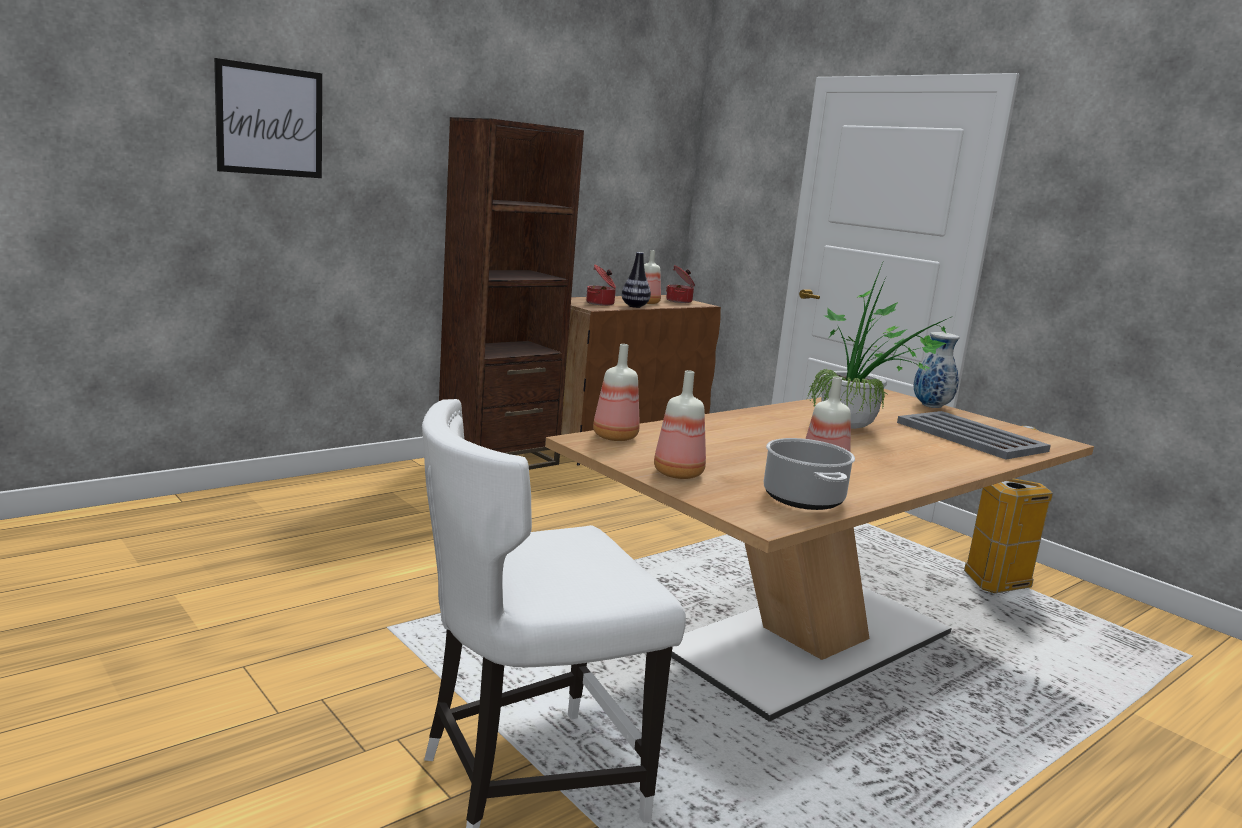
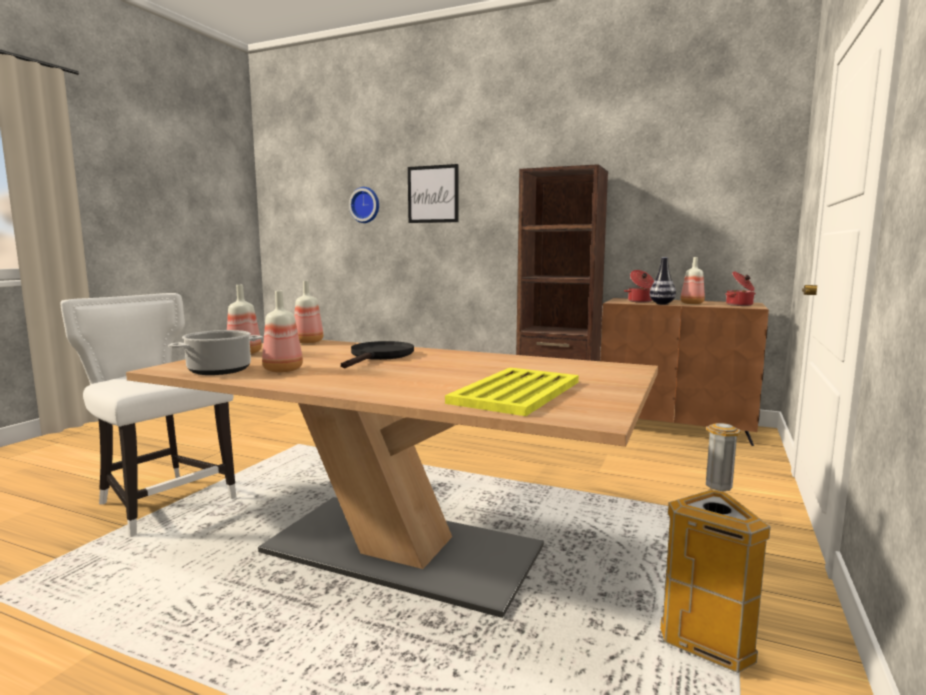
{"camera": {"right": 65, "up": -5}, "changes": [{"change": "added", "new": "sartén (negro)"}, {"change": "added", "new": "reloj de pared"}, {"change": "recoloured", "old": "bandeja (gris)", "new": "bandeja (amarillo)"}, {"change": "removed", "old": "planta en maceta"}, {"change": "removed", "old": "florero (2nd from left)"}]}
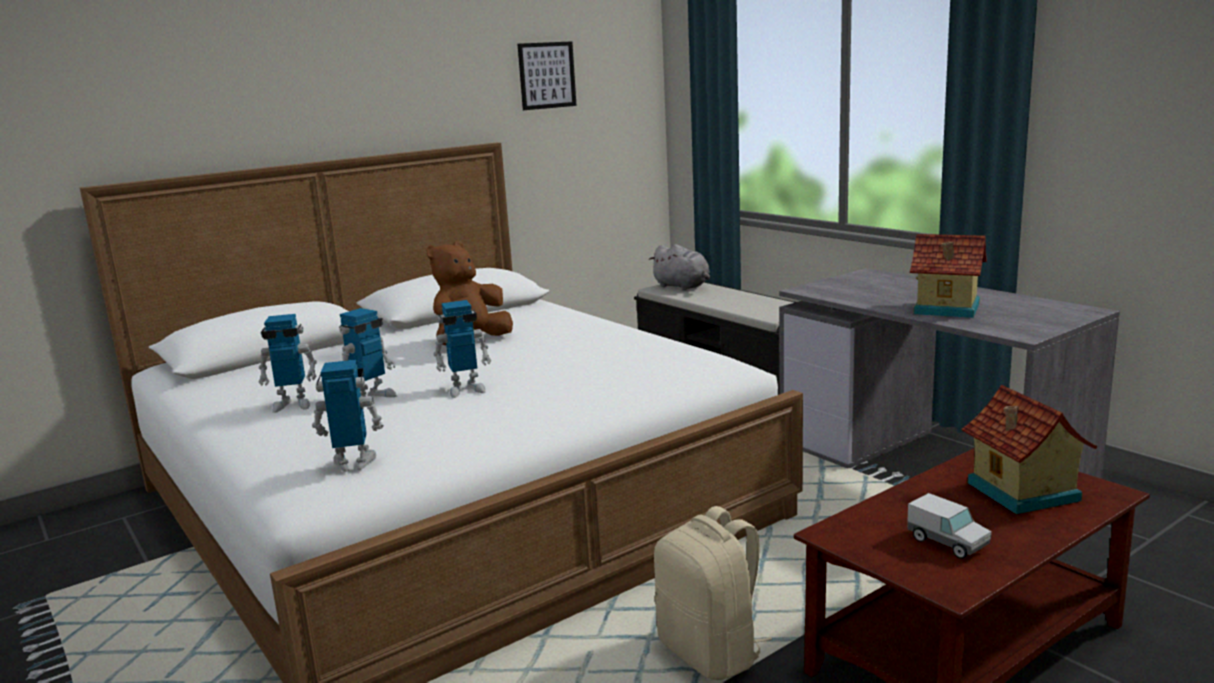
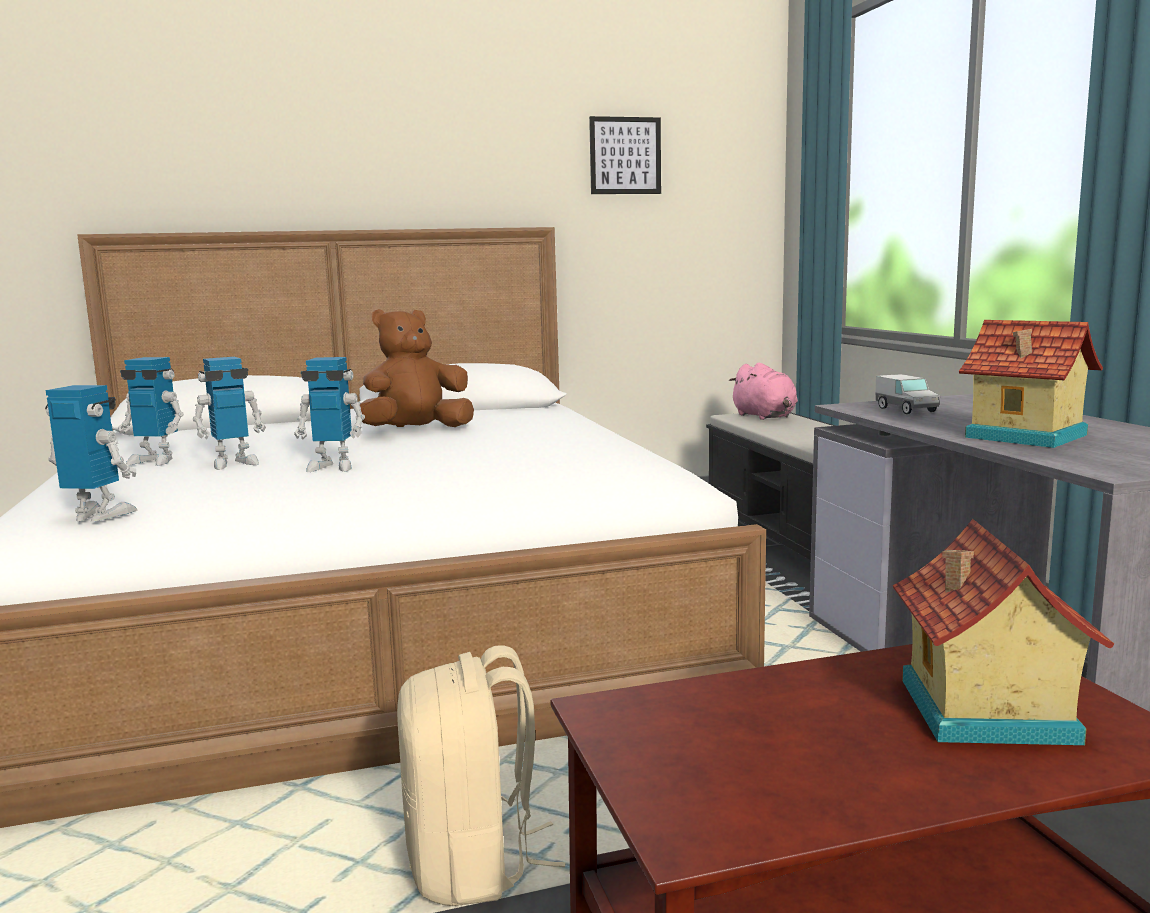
{"camera": {"right": 20, "up": -5}, "changes": [{"change": "recoloured", "old": "peluche (gris)", "new": "peluche (rosa)"}, {"change": "moved", "old": "camión de juguete"}]}
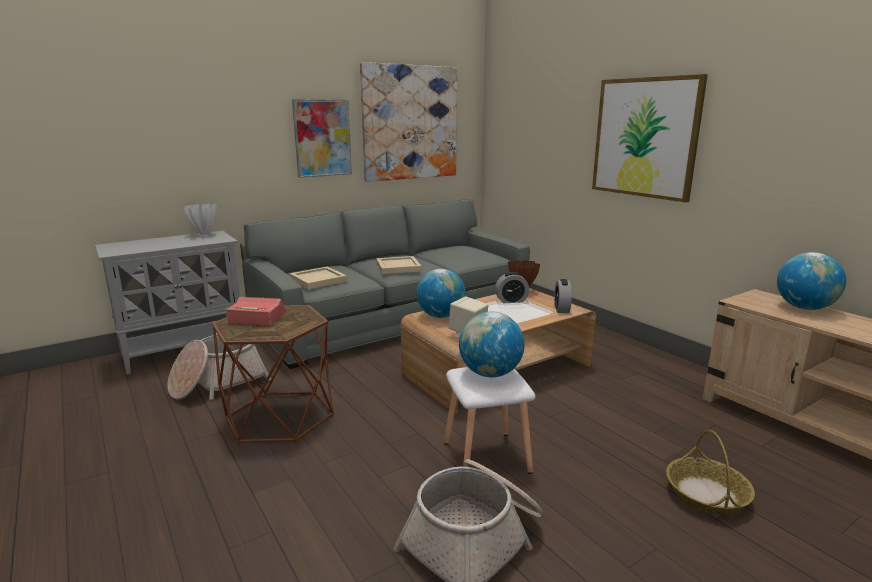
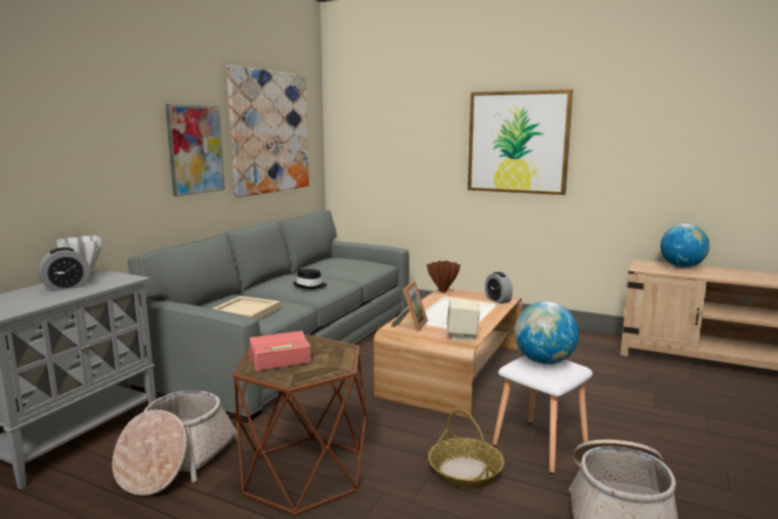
{"camera": {"right": -30, "up": -5}, "changes": [{"change": "moved", "old": "despertador (2nd from left in the first image)", "new": "despertador (1st from left)"}, {"change": "replaced", "old": "bandeja (beis) (2nd from left)", "new": "sombrero (negro)"}, {"change": "replaced", "old": "globo terráqueo (1st from left)", "new": "portarretratos"}, {"change": "moved", "old": "cesta (3rd from left in the first image)", "new": "cesta (2nd from left)"}]}
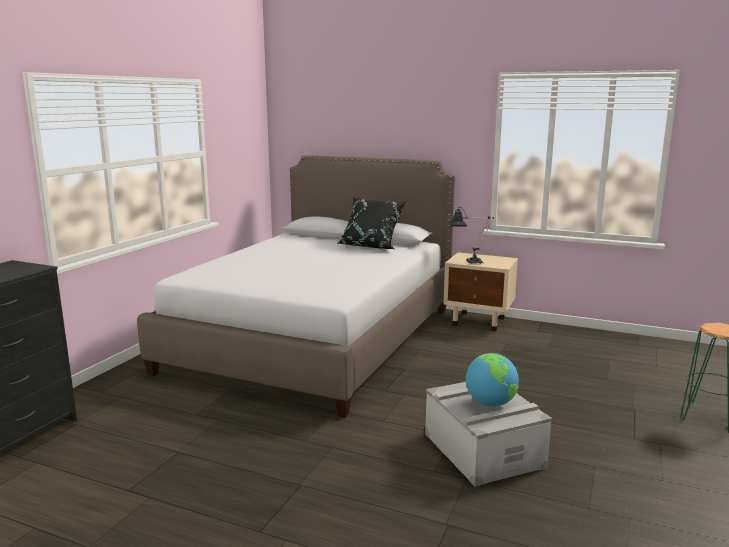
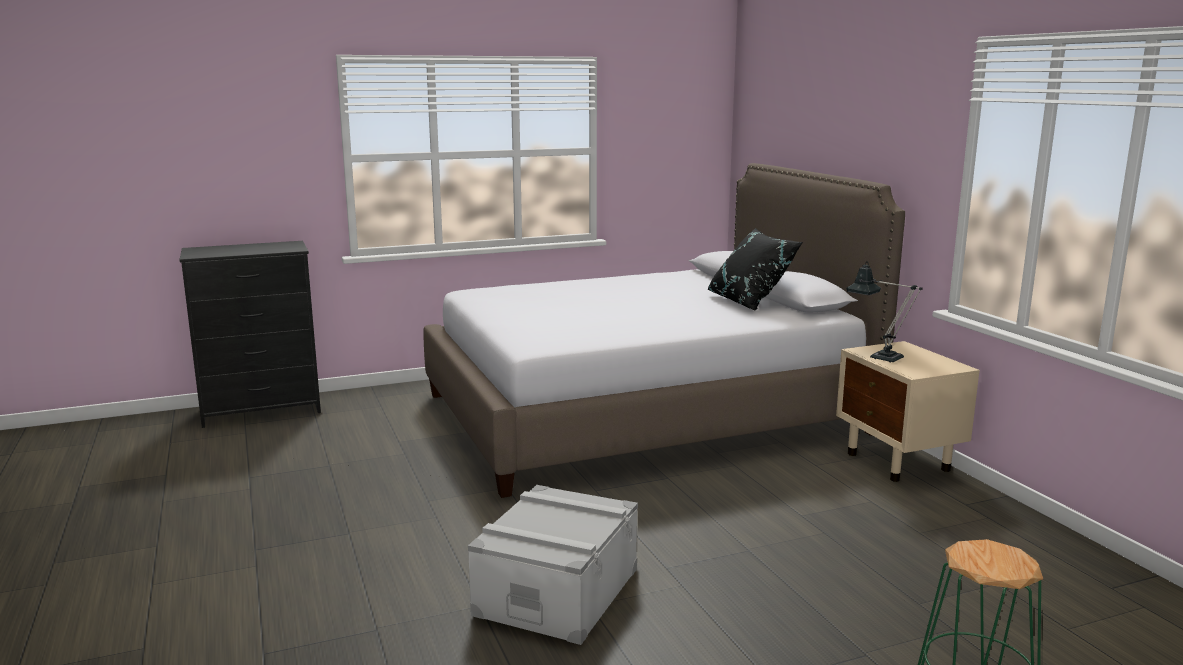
{"camera": {"right": 45, "up": 0}, "changes": [{"change": "removed", "old": "globo terráqueo"}]}
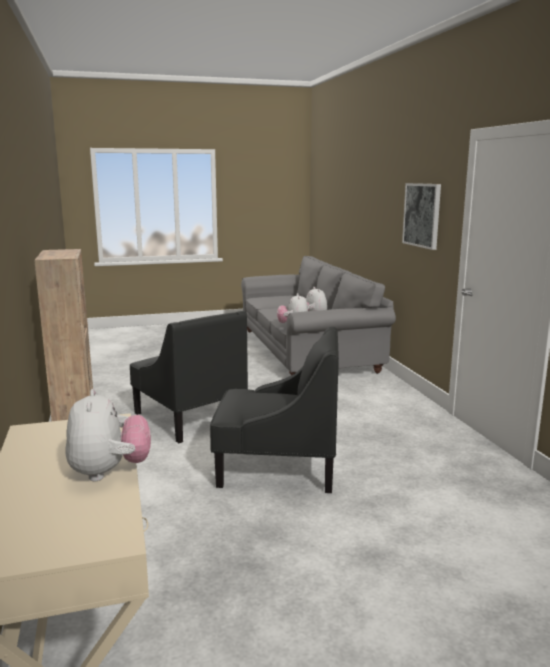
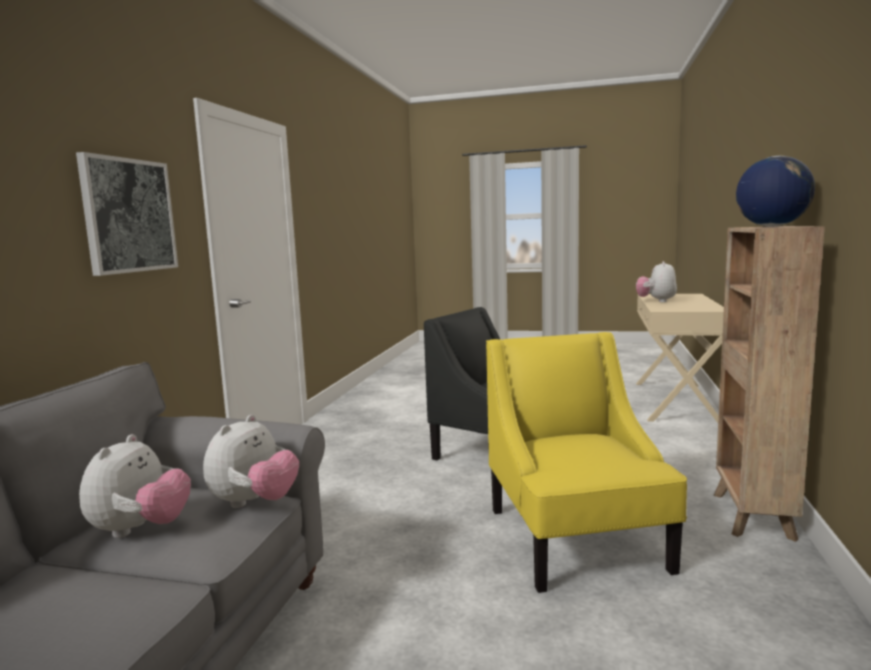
{"camera": {"right": -150, "up": -5}, "changes": [{"change": "recoloured", "old": "sillón (negro) (1st from left)", "new": "sillón (amarillo)"}, {"change": "added", "new": "globo terráqueo"}]}
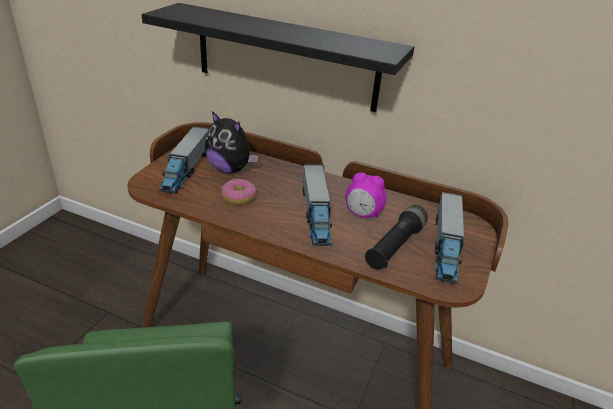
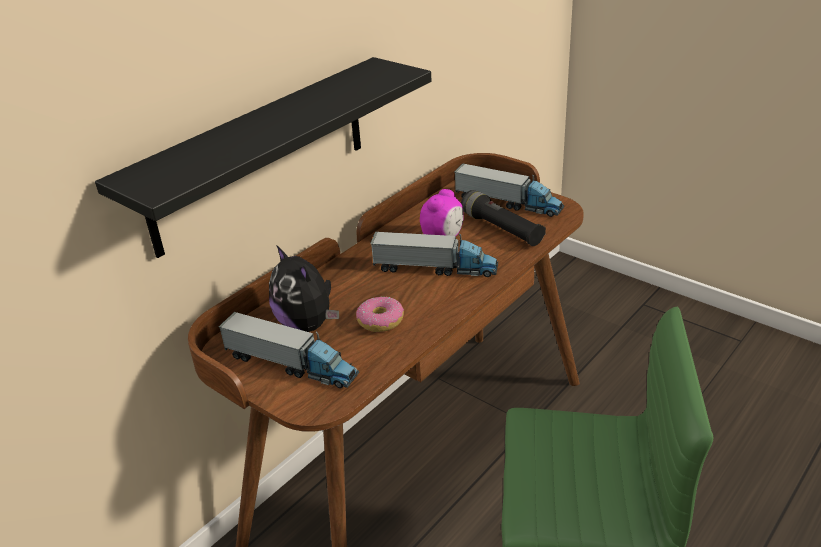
{"camera": {"right": -70, "up": 0}, "changes": [{"change": "turned", "old": "peluche", "degrees": 90}]}
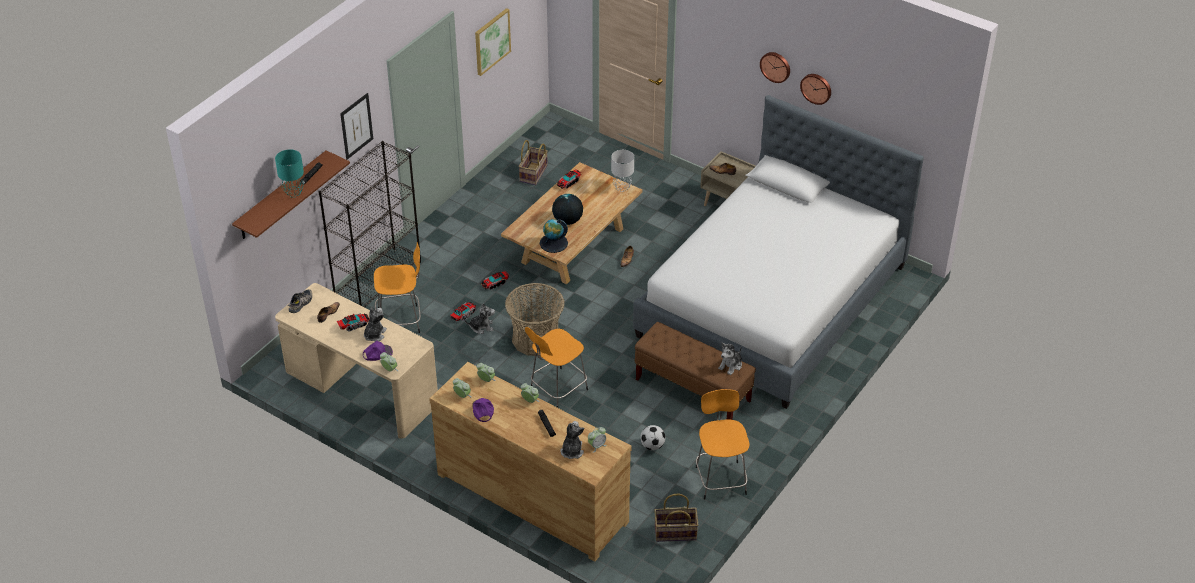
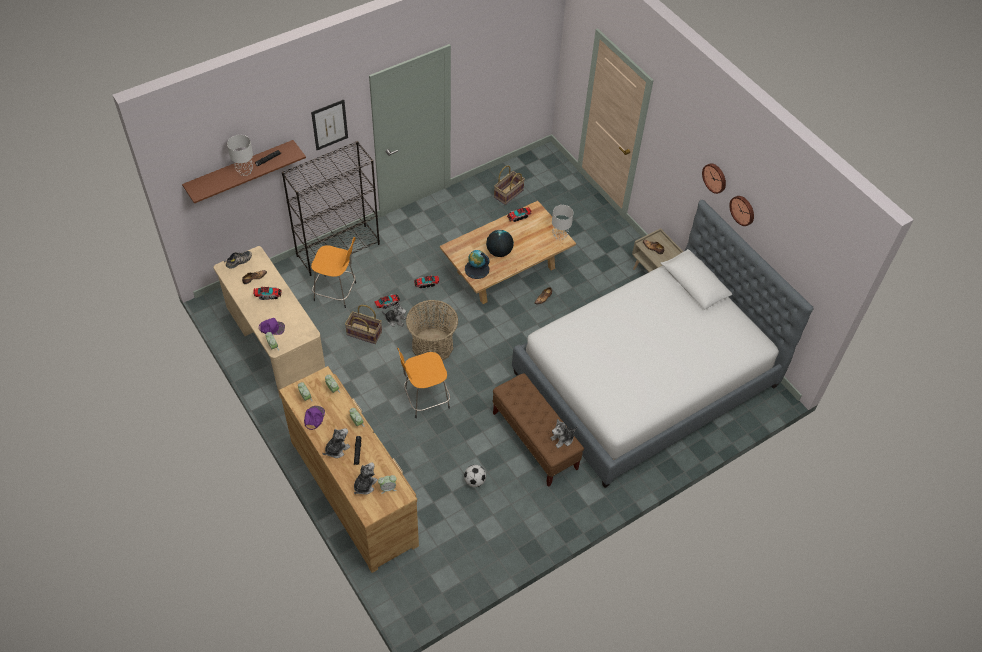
{"camera": {"right": 20, "up": 10}, "changes": [{"change": "recoloured", "old": "lámpara de mesa (turquesa)", "new": "lámpara de mesa (gris) (1st from left)"}, {"change": "moved", "old": "peluche (1st from left)"}, {"change": "moved", "old": "cesta (3rd from left in the first image)", "new": "cesta (1st from left)"}, {"change": "removed", "old": "cuadro (2nd from left)"}, {"change": "removed", "old": "taburete (naranja) (3rd from left)"}]}
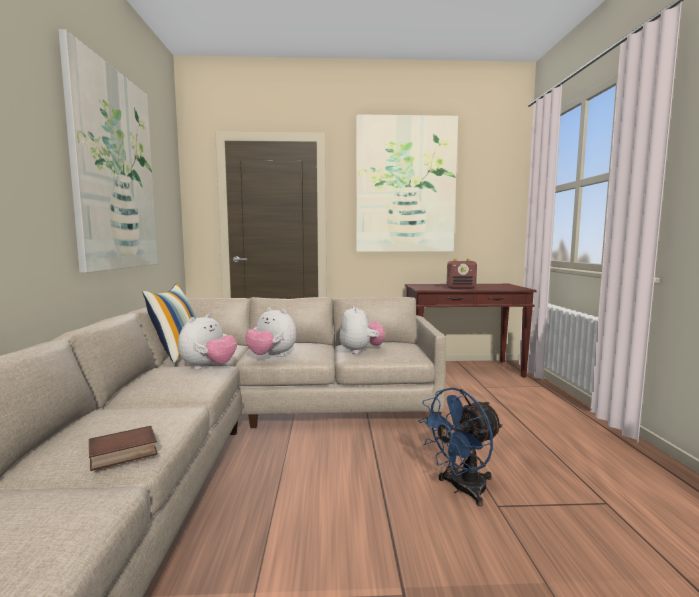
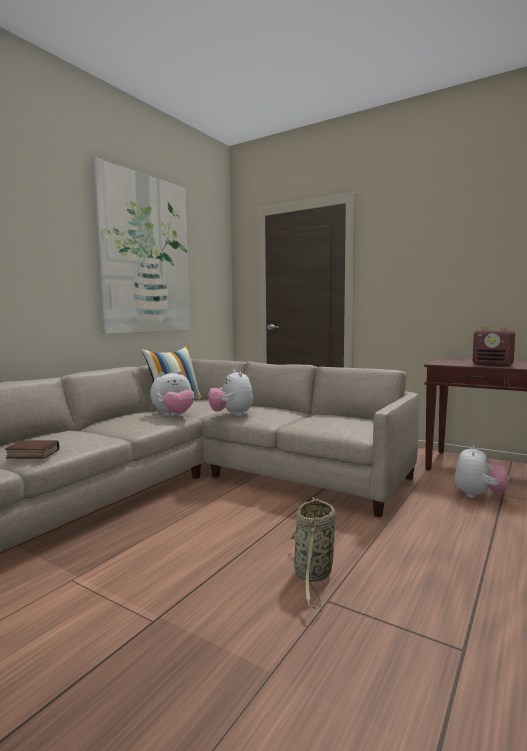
{"camera": {"right": 35, "up": 0}, "changes": [{"change": "replaced", "old": "ventilador (azul)", "new": "cesta"}, {"change": "moved", "old": "peluche (3rd from left)"}, {"change": "removed", "old": "cuadro (2nd from left)"}]}
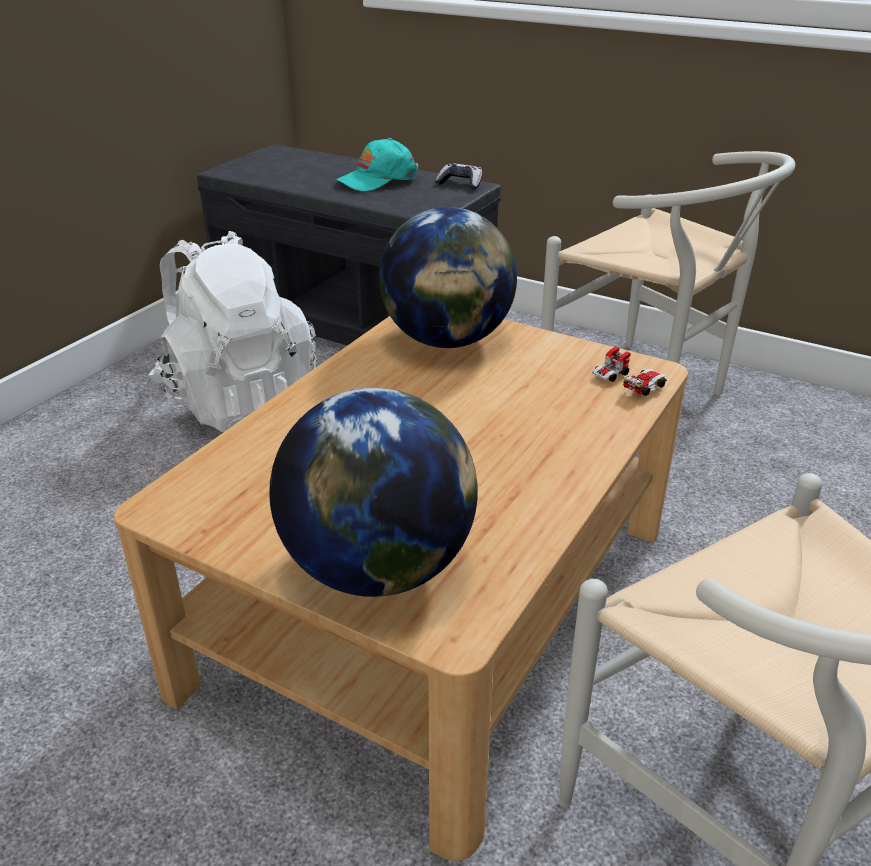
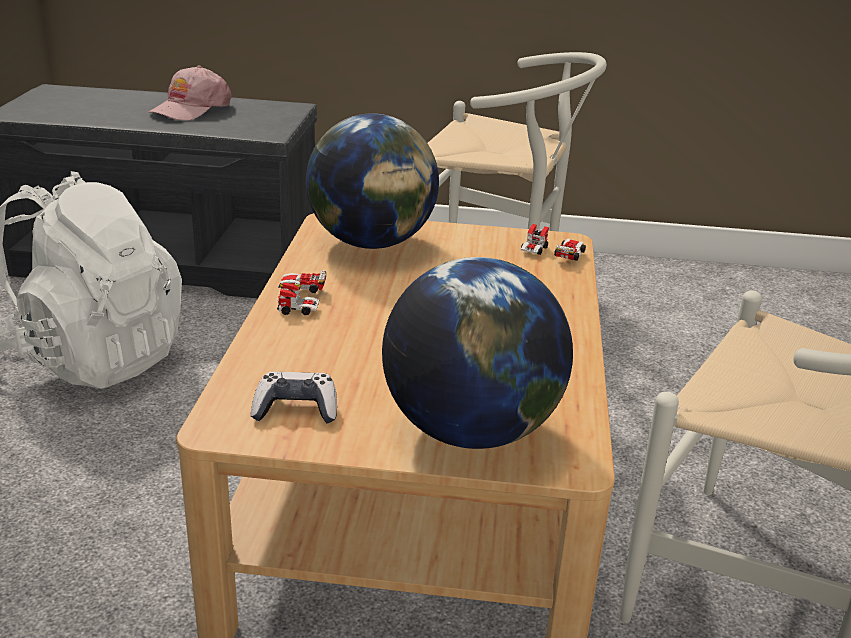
{"camera": {"right": -25, "up": -5}, "changes": [{"change": "recoloured", "old": "gorra (turquesa)", "new": "gorra (rosa)"}, {"change": "moved", "old": "mando de consola"}, {"change": "added", "new": "coche de juguete (1st from left)"}]}
